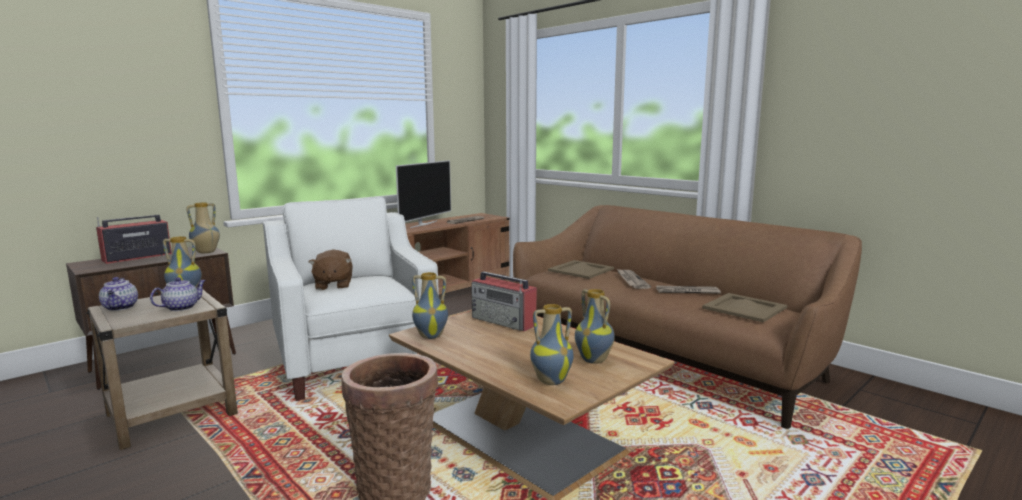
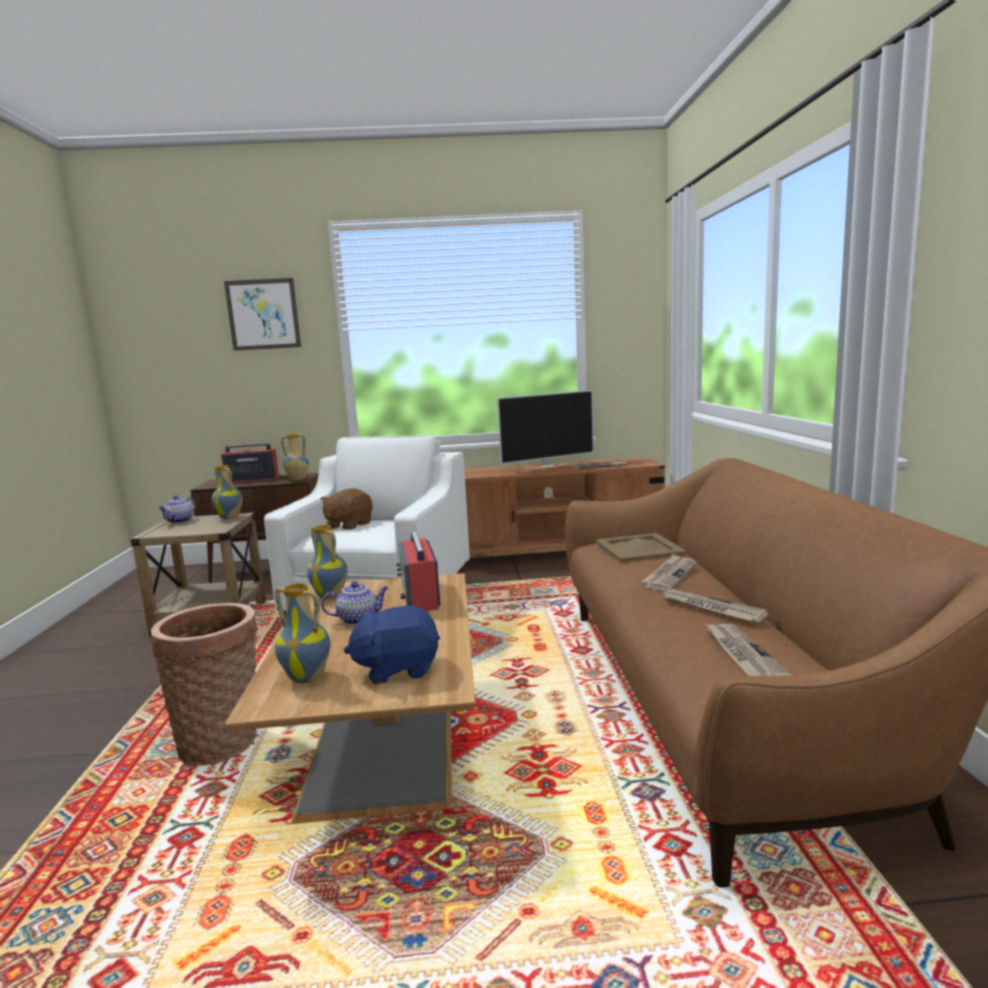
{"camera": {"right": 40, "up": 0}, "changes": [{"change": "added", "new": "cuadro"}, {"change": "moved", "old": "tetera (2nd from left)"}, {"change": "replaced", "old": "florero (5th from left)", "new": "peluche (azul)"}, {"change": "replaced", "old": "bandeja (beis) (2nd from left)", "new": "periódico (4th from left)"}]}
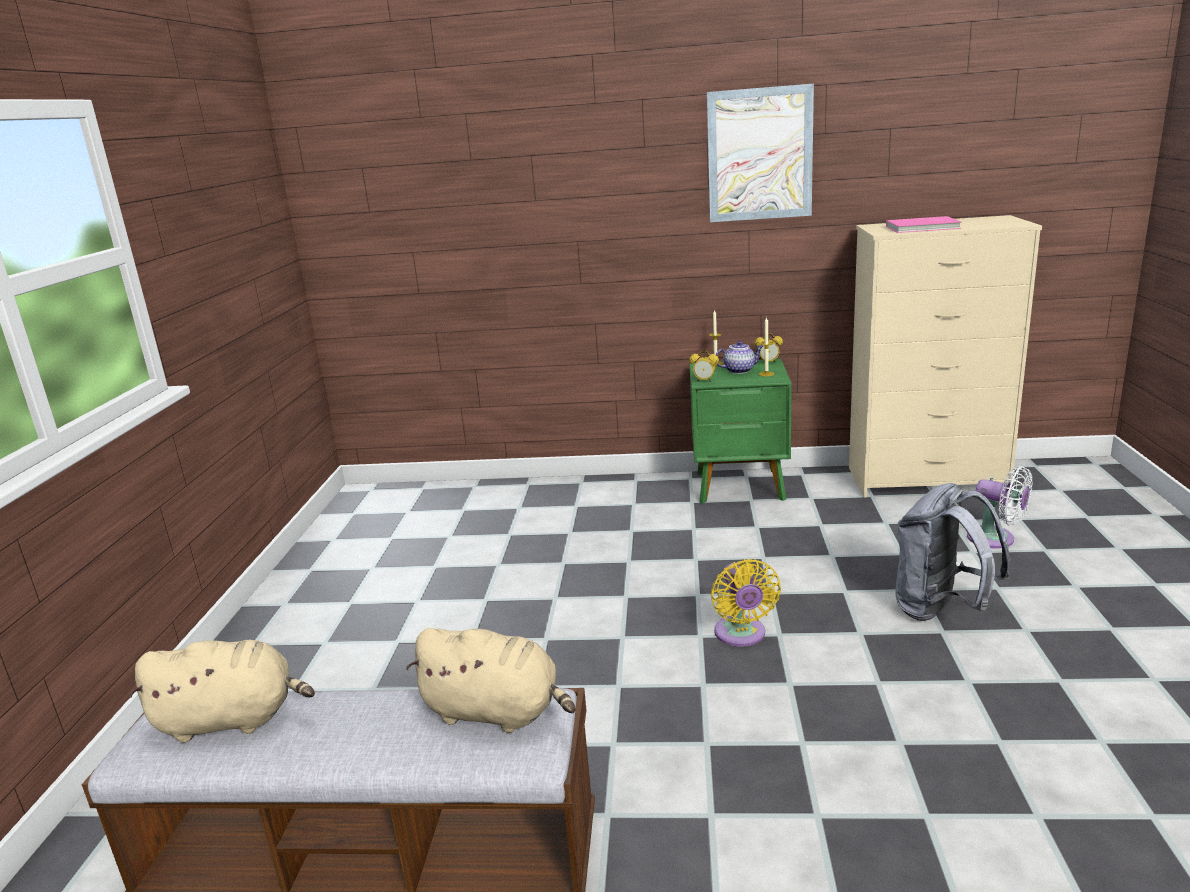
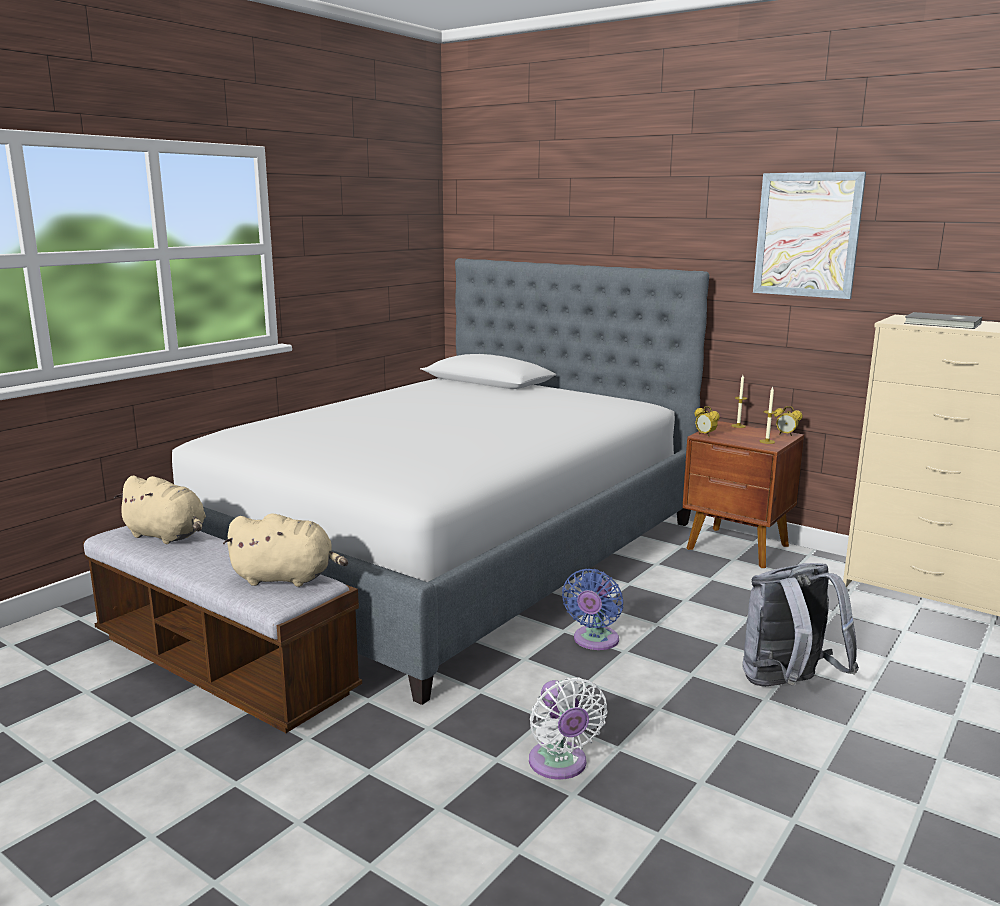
{"camera": {"right": 30, "up": -5}, "changes": [{"change": "added", "new": "cama"}, {"change": "turned", "old": "peluche (beis) (2nd from left)", "degrees": -45}, {"change": "moved", "old": "ventilador (blanco)"}, {"change": "recoloured", "old": "ventilador (amarillo)", "new": "ventilador (azul)"}, {"change": "recoloured", "old": "mesita de noche (verde)", "new": "mesita de noche (marrón)"}, {"change": "recoloured", "old": "libro (rosa)", "new": "libro (gris)"}, {"change": "removed", "old": "tetera"}]}
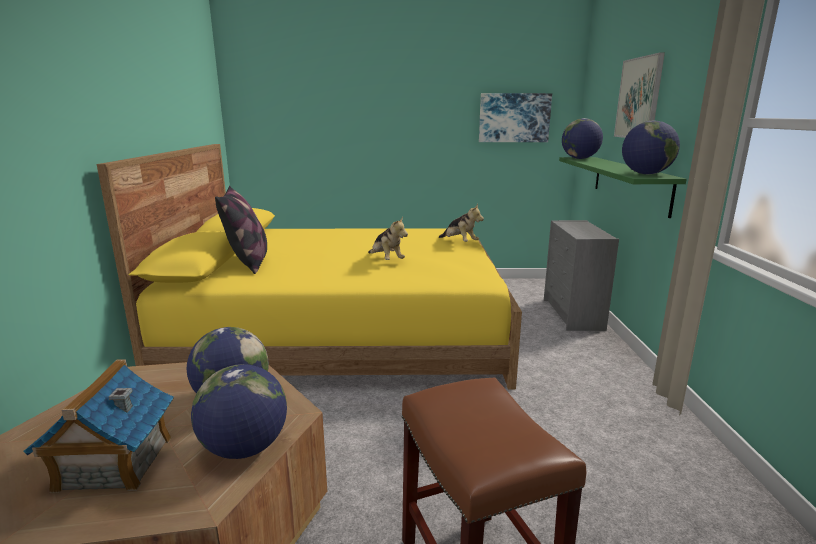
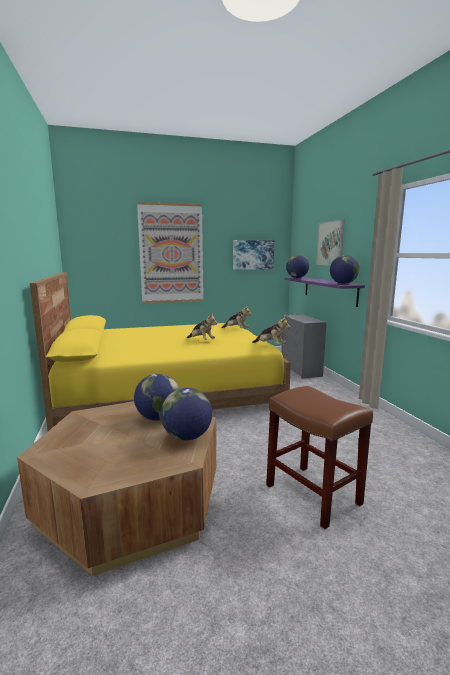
{"camera": {"right": -15, "up": -5}, "changes": [{"change": "added", "new": "cuadro (1st from left)"}, {"change": "added", "new": "peluche (3rd from left)"}, {"change": "recoloured", "old": "estante (verde)", "new": "estante (morado)"}, {"change": "removed", "old": "casita"}, {"change": "removed", "old": "cojín"}]}
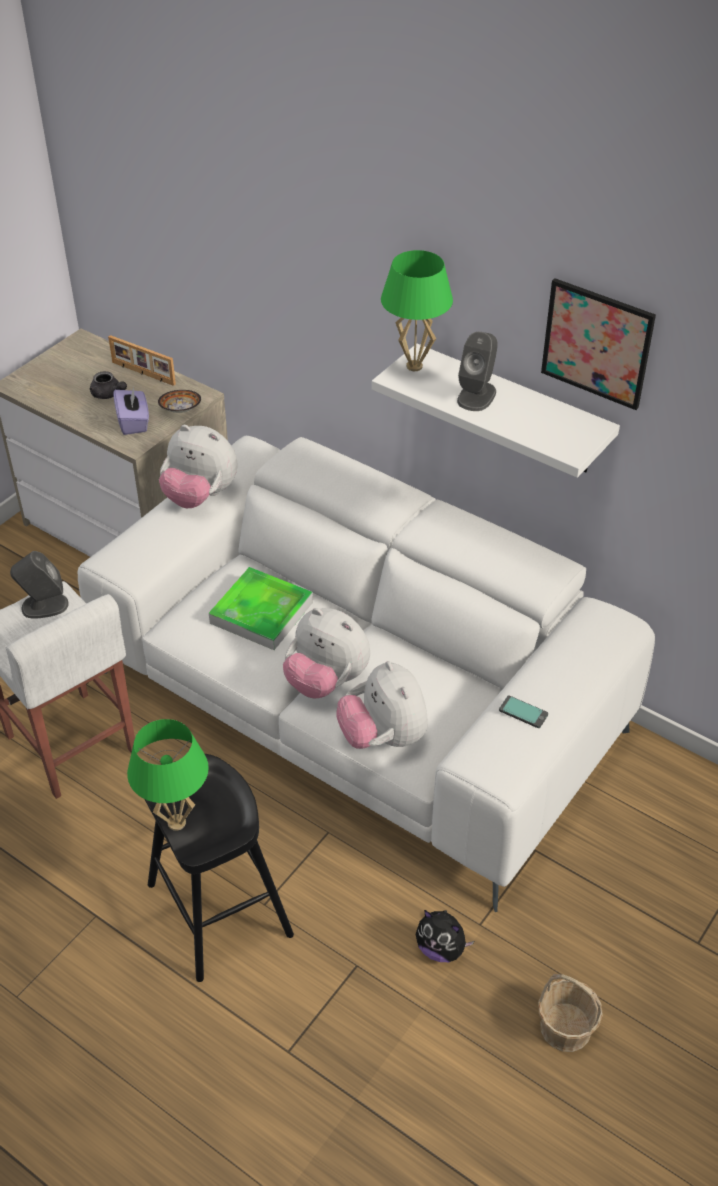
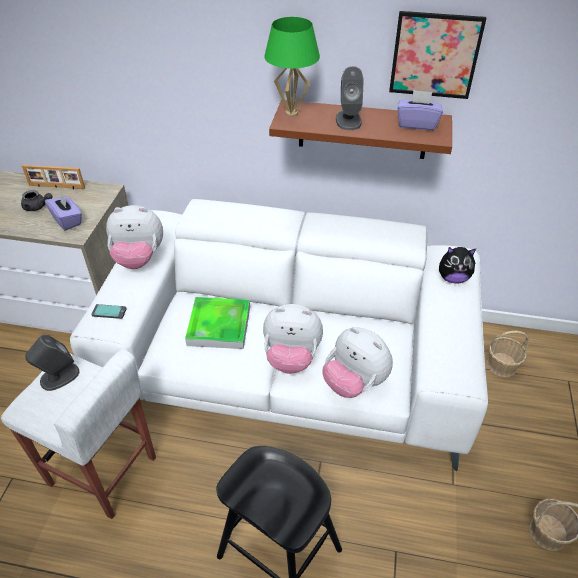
{"camera": {"right": -25, "up": 0}, "changes": [{"change": "moved", "old": "móvil"}, {"change": "recoloured", "old": "estante (blanco)", "new": "estante (marrón)"}, {"change": "added", "new": "caja de pañuelos (morado) (2nd from left)"}, {"change": "moved", "old": "peluche (4th from left)"}, {"change": "added", "new": "cesta (1st from left)"}, {"change": "removed", "old": "lámpara de mesa (verde) (1st from left)"}, {"change": "removed", "old": "cuenco"}]}
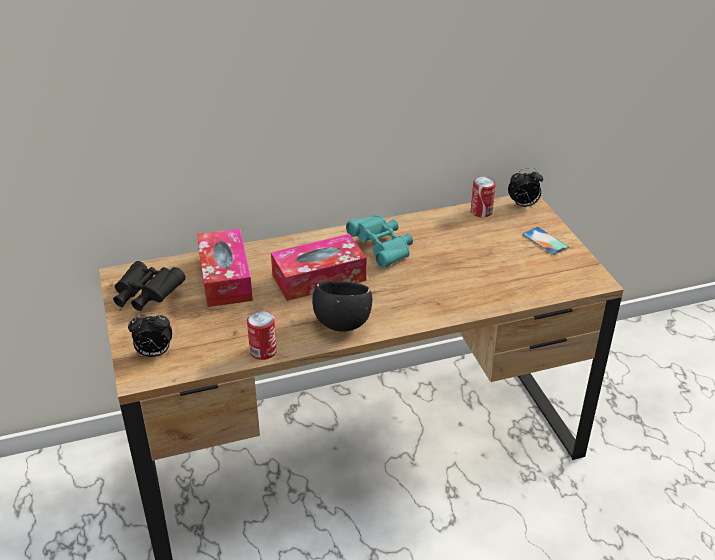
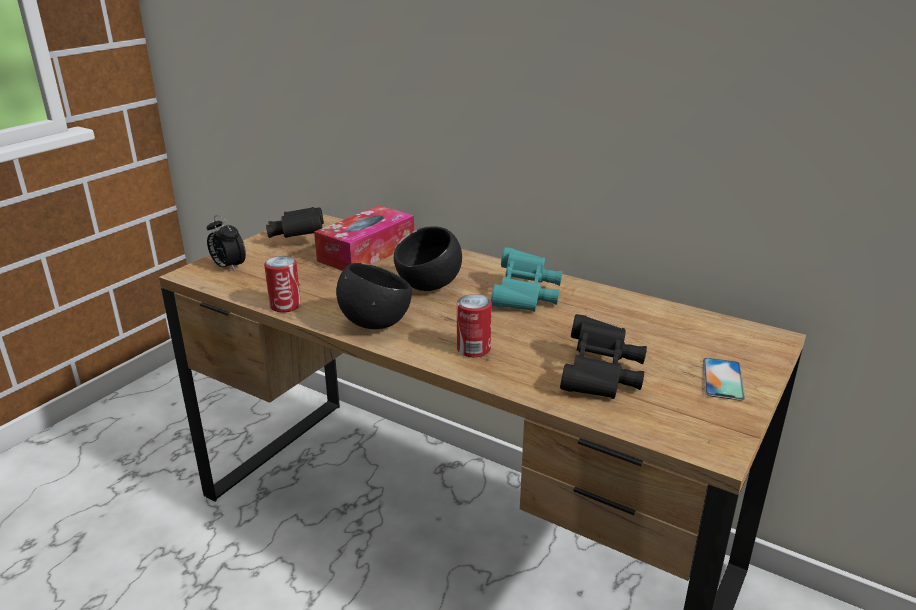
{"camera": {"right": 50, "up": -10}, "changes": [{"change": "replaced", "old": "caja de pañuelos (2nd from left)", "new": "cuenco (negro) (2nd from left)"}, {"change": "moved", "old": "lata (2nd from left)"}, {"change": "added", "new": "prismáticos (negro) (2nd from left)"}, {"change": "removed", "old": "despertador (2nd from left)"}]}
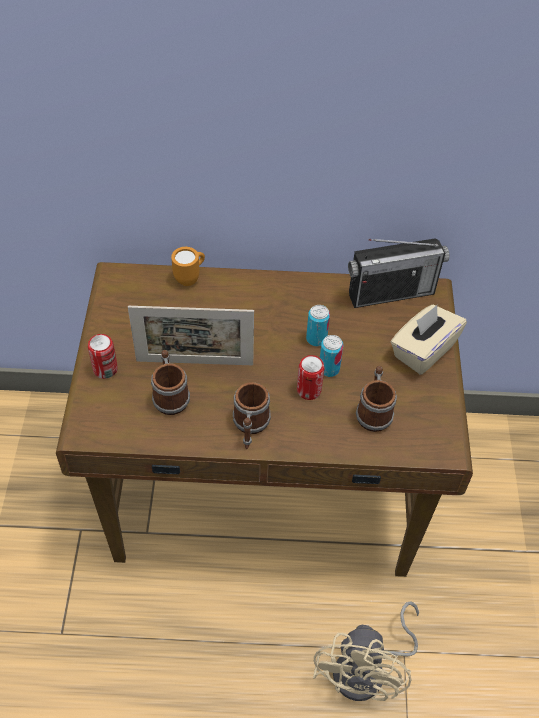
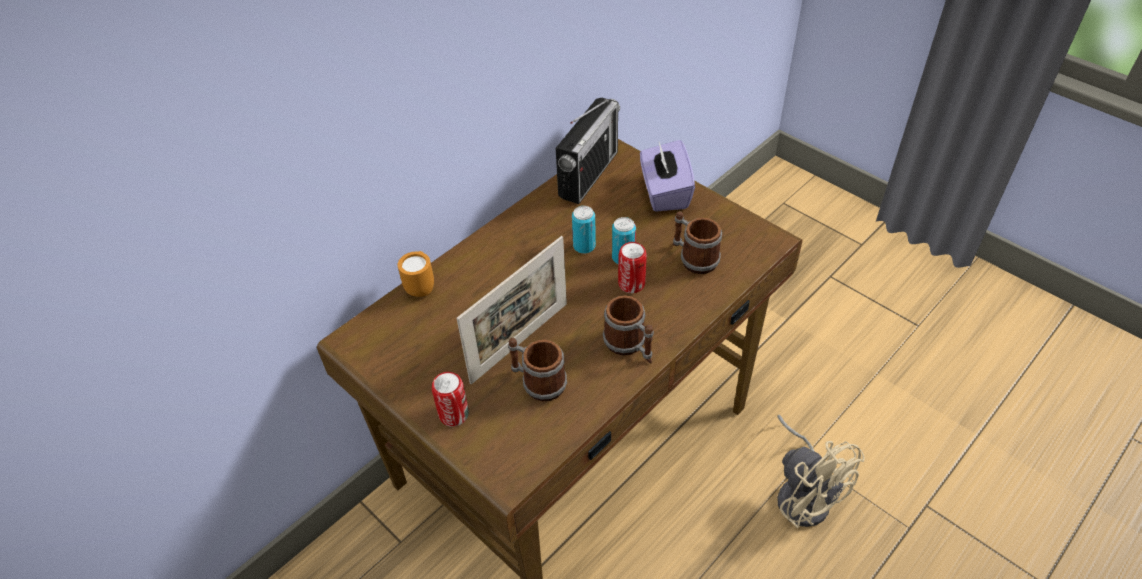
{"camera": {"right": -45, "up": -5}, "changes": [{"change": "recoloured", "old": "caja de pañuelos (beis)", "new": "caja de pañuelos (morado)"}]}
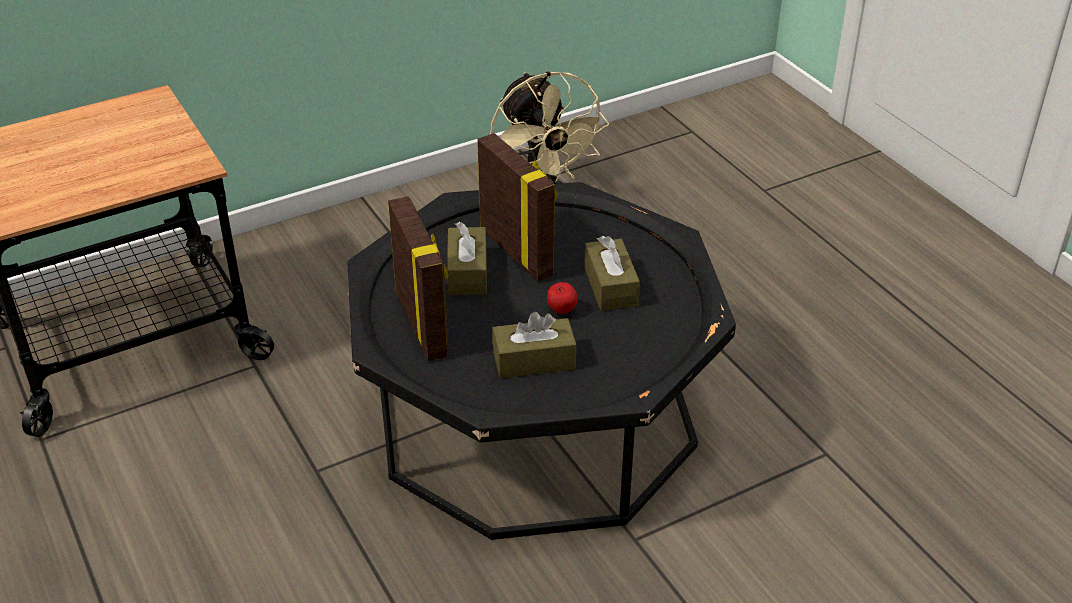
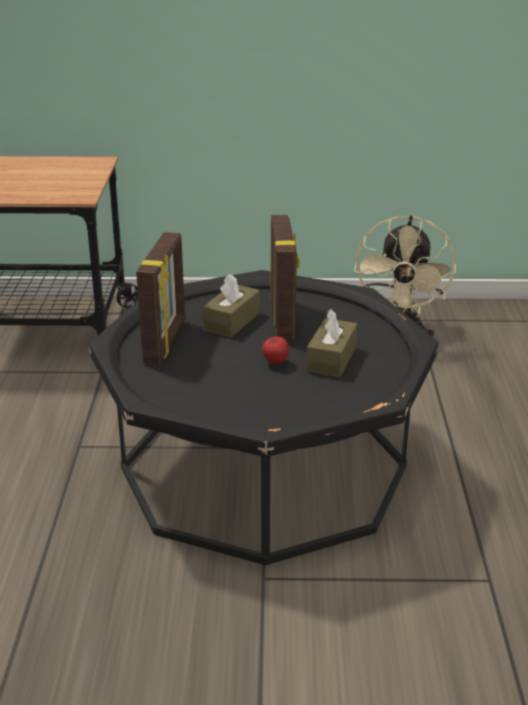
{"camera": {"right": 30, "up": -10}, "changes": [{"change": "removed", "old": "caja de pañuelos (marrón) (2nd from left)"}]}
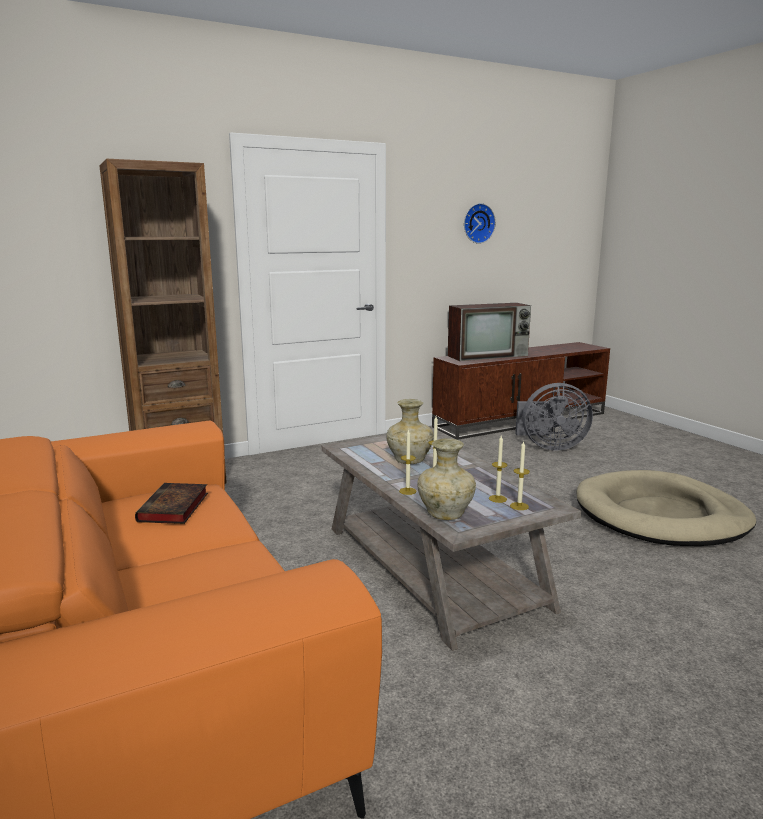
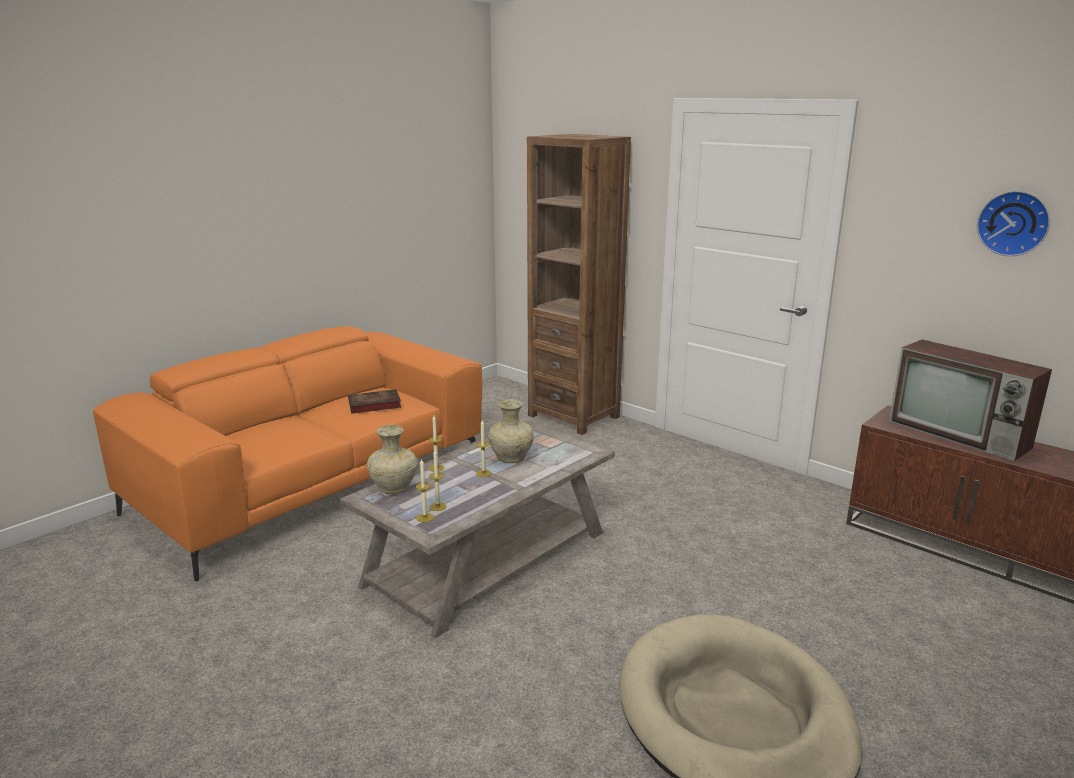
{"camera": {"right": 70, "up": 5}, "changes": [{"change": "removed", "old": "ventilador (gris)"}]}
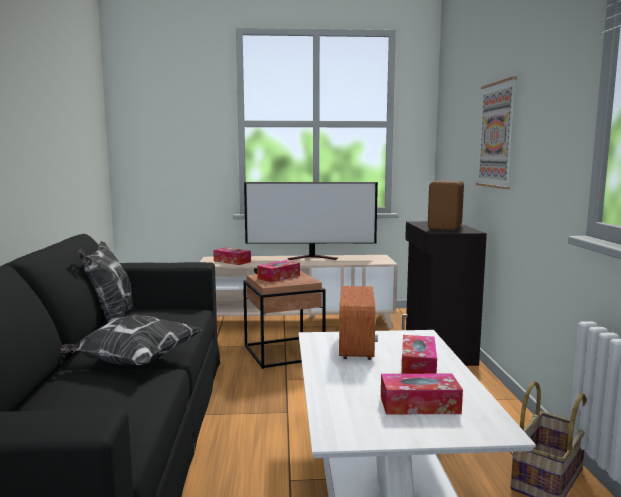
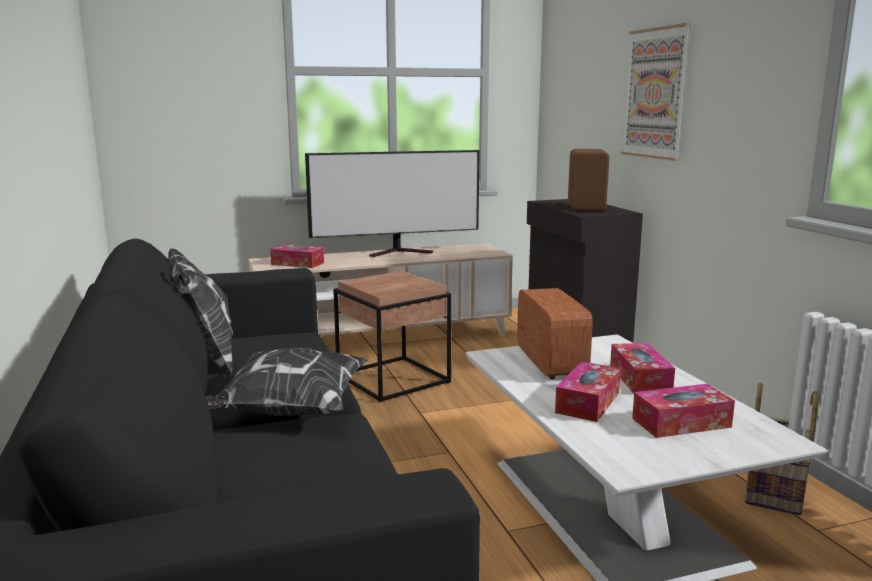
{"camera": {"right": -15, "up": 5}, "changes": [{"change": "moved", "old": "caja de pañuelos (2nd from left)"}]}
